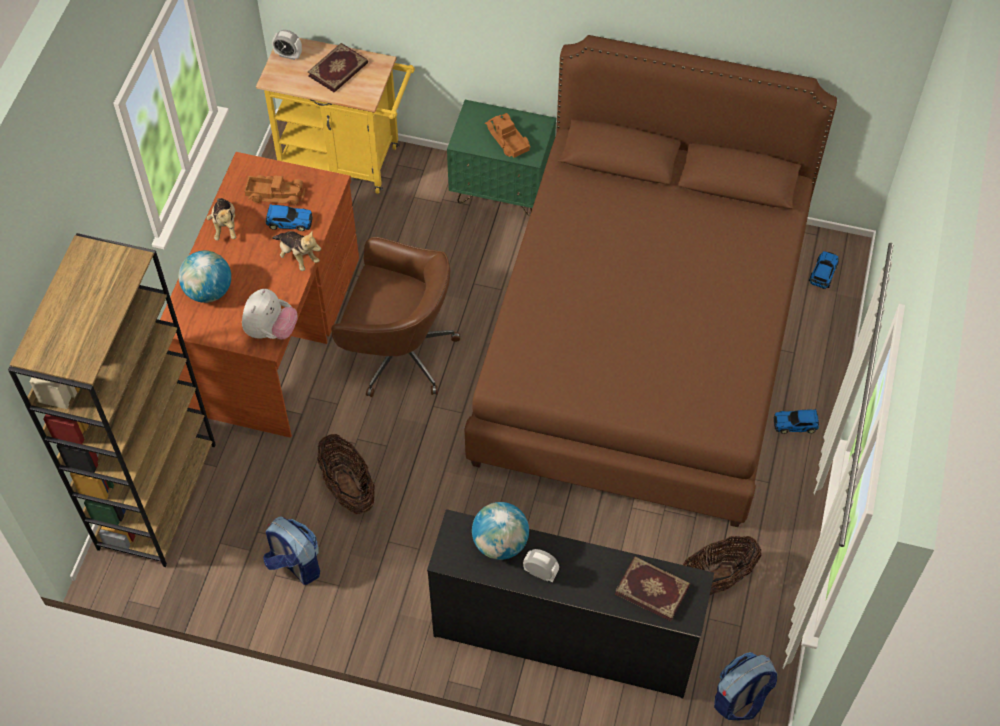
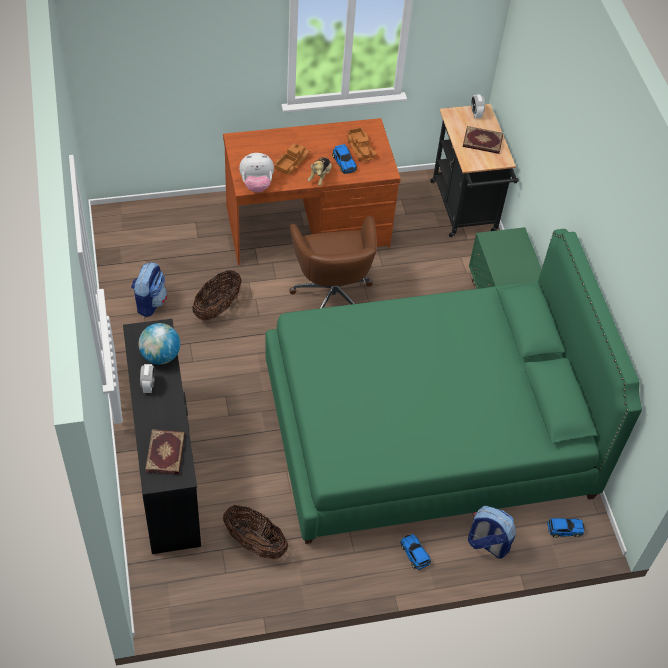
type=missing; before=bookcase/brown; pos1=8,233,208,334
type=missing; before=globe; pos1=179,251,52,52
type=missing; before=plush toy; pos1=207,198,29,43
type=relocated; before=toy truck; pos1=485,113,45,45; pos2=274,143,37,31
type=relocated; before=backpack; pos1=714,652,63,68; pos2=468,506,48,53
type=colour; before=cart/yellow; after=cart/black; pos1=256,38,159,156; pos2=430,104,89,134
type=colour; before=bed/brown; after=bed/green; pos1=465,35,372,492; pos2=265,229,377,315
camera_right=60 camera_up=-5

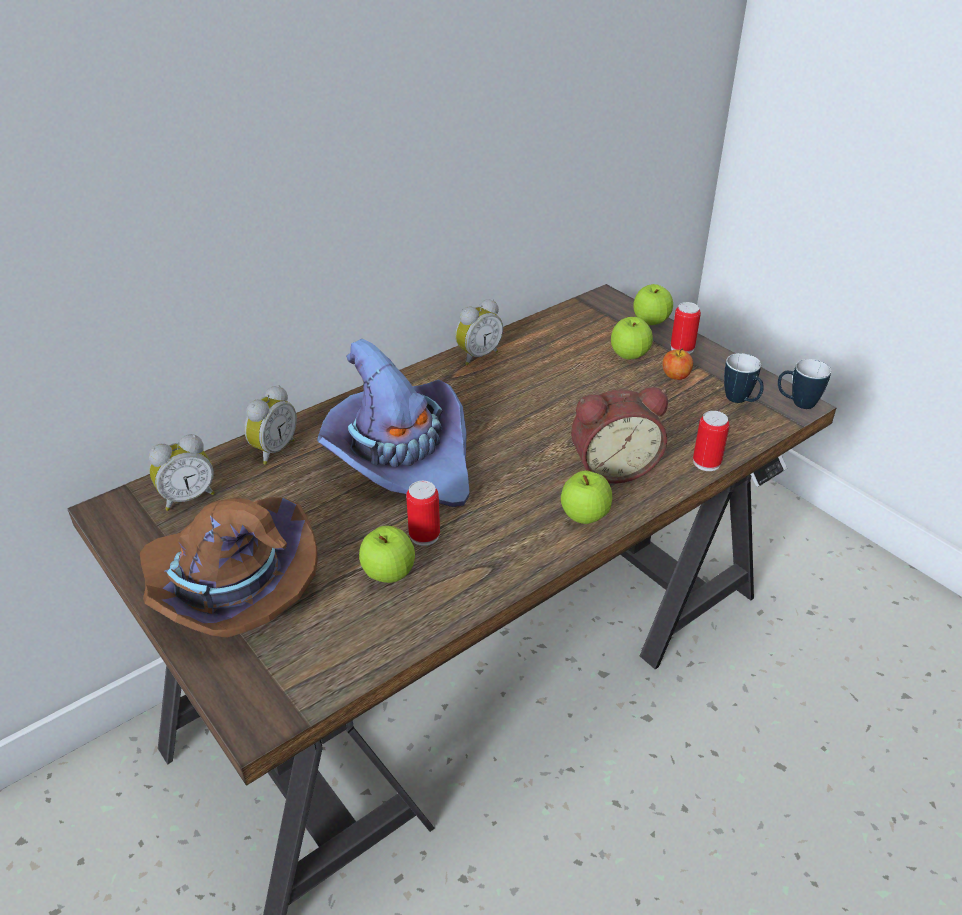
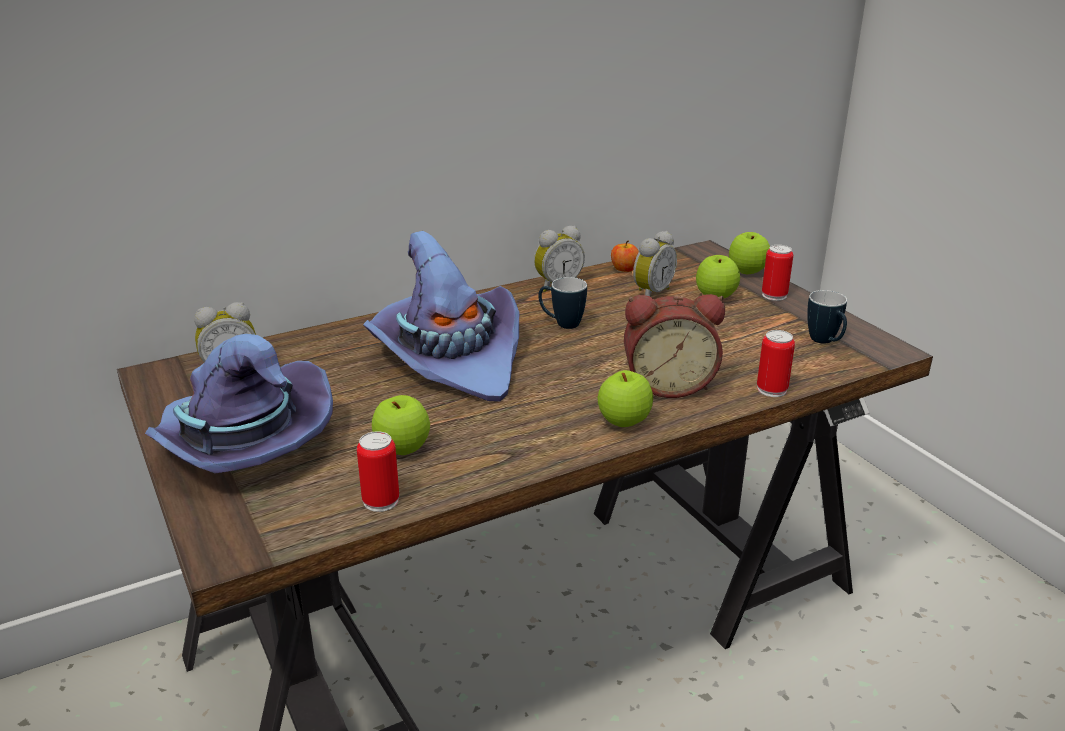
type=relocated; before=alarm clock; pos1=244,385,53,80; pos2=633,231,44,65
type=relocated; before=can; pos1=406,481,34,65; pos2=357,431,42,81
type=relocated; before=apple; pos1=662,348,31,32; pos2=611,240,28,32
type=relocated; before=mug; pos1=778,359,53,50; pos2=538,277,49,52
type=colour; before=hat/brown; after=hat/purple; pos1=140,497,178,141; pos2=145,334,188,140
camera_right=10 camera_up=-10

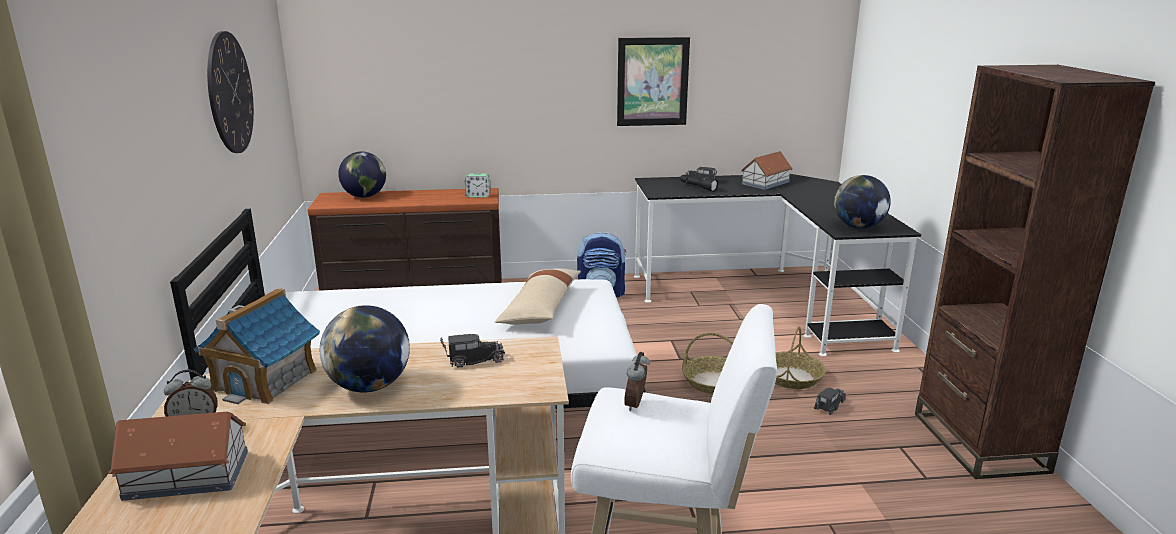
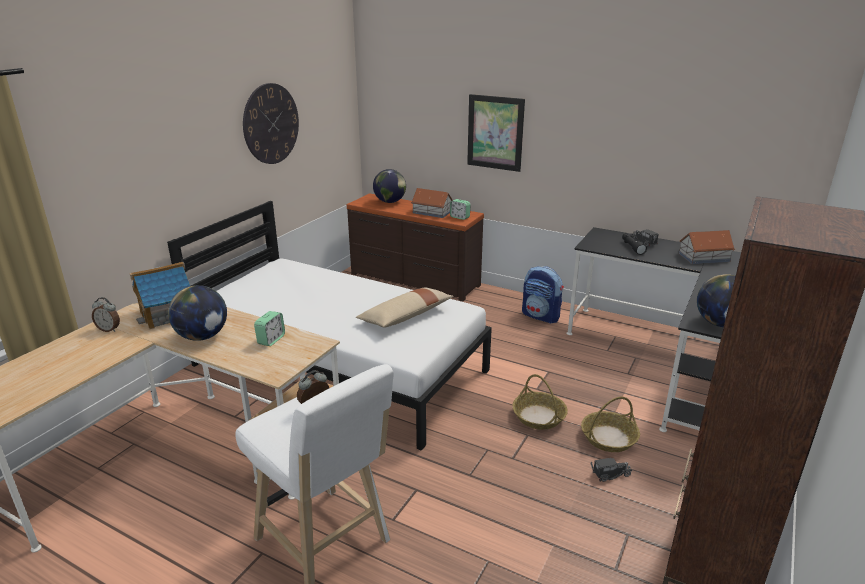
type=relocated; before=toy house; pos1=108,412,140,89; pos2=411,188,42,30
type=relocated; before=picture; pos1=617,37,73,89; pos2=467,94,58,78
type=exchanged; before=toy truck; after=alarm clock; pos1=440,334,65,34; pos2=254,311,31,35
camera_right=35 camera_up=5

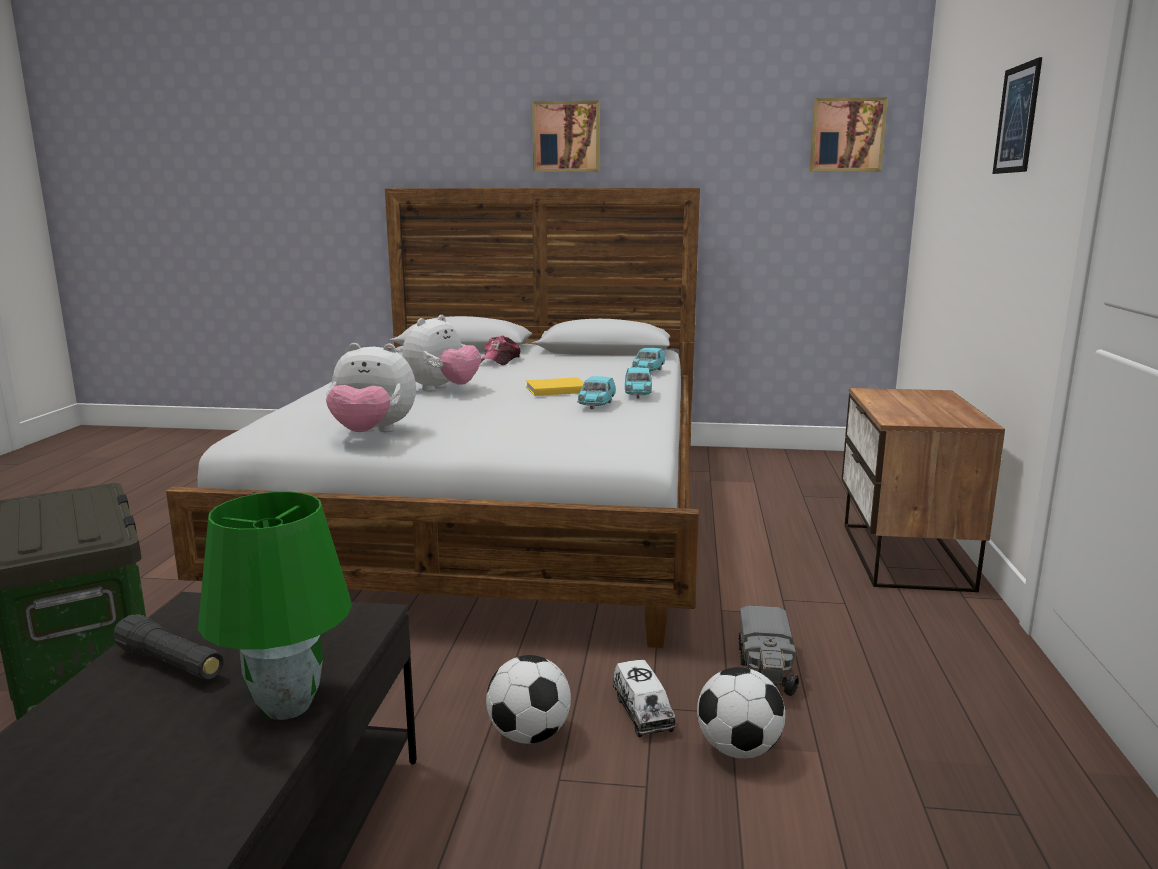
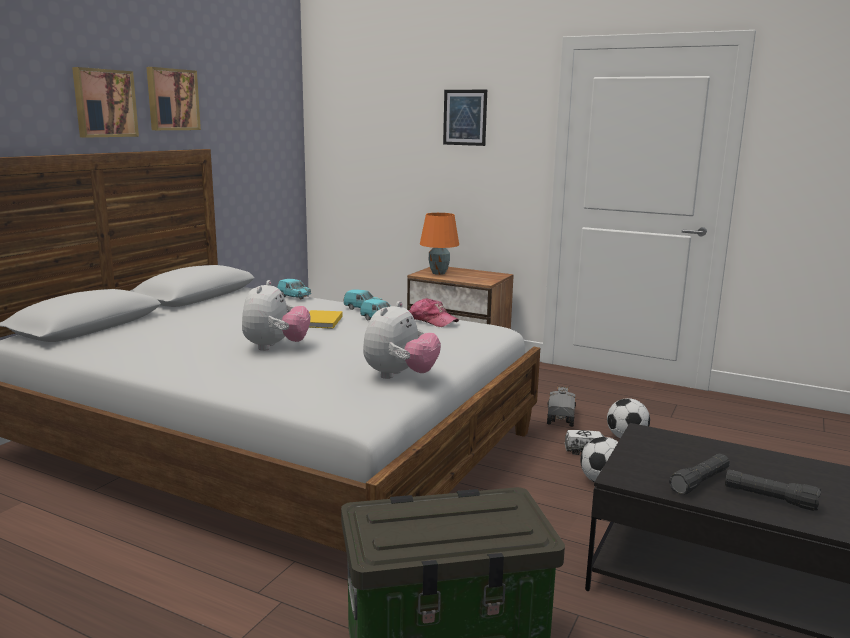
type=missing; before=table lamp/green; pos1=198,492,154,228
type=appeared; after=table lamp/orange; pos2=420,213,39,62
type=appeared; after=flashlight/black; pos2=725,470,96,41
type=relocated; before=cap; pos1=481,336,39,29; pos2=408,298,51,29
type=relocated; before=picture; pos1=809,97,79,75; pos2=146,67,55,63
type=spun; before=plush toy; pos1=402,315,79,76; pos2=242,280,68,71; turn=45
type=spun; before=toy truck; pos1=738,605,61,91; pos2=547,385,29,42; turn=-105
camera_right=-70 camera_up=0

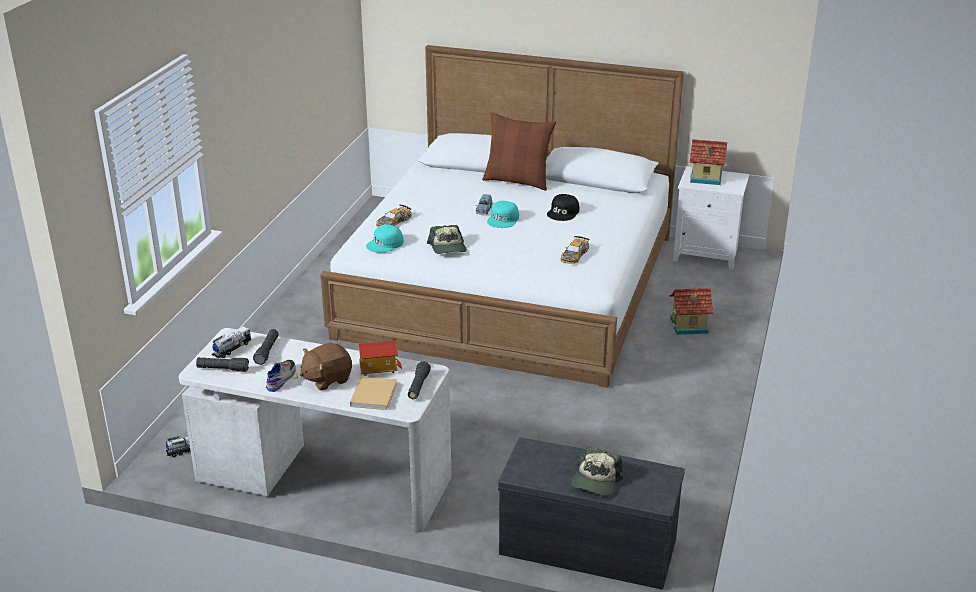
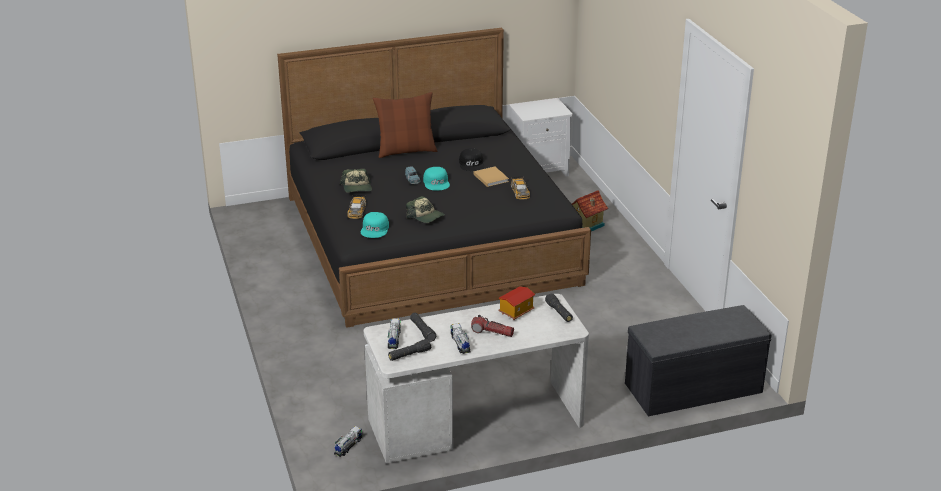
type=missing; before=toy house; pos1=690,139,37,46
type=relocated; before=book/beige; pos1=350,376,47,34; pos2=474,167,35,20
type=relocated; before=cap; pos1=572,447,51,49; pos2=340,169,32,24
type=exchanged; before=shoe; after=toy truck; pos1=266,360,32,32; pos2=450,323,21,31
type=exchanged; before=plush toy/brown; after=flashlight; pos1=300,342,52,49; pos2=471,315,43,22
type=colour; before=bed/white; after=bed/black; pos1=320,45,364,343; pos2=277,28,314,300
camera_right=-35 camera_up=0

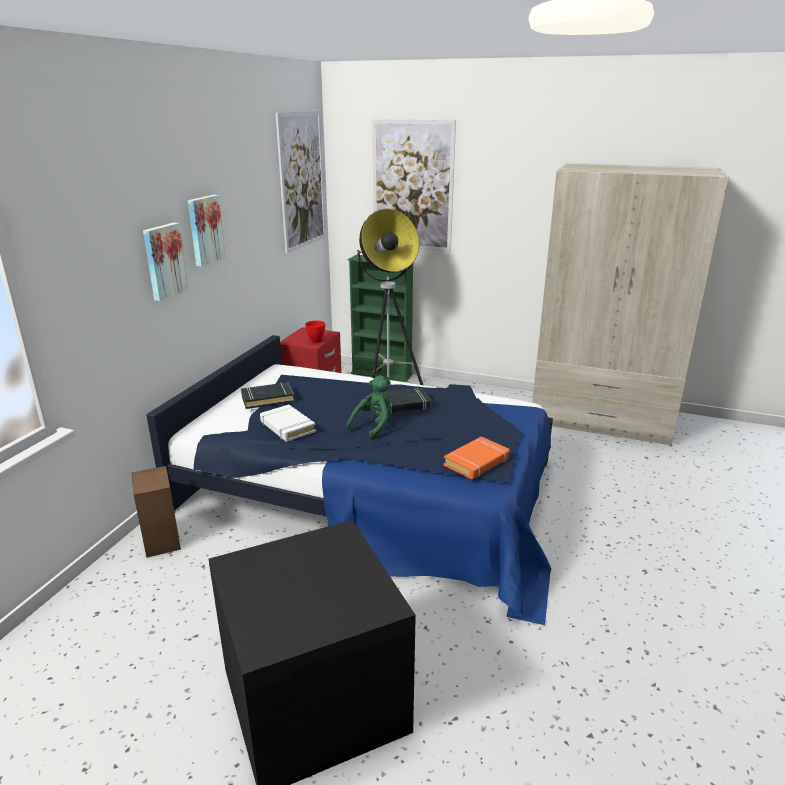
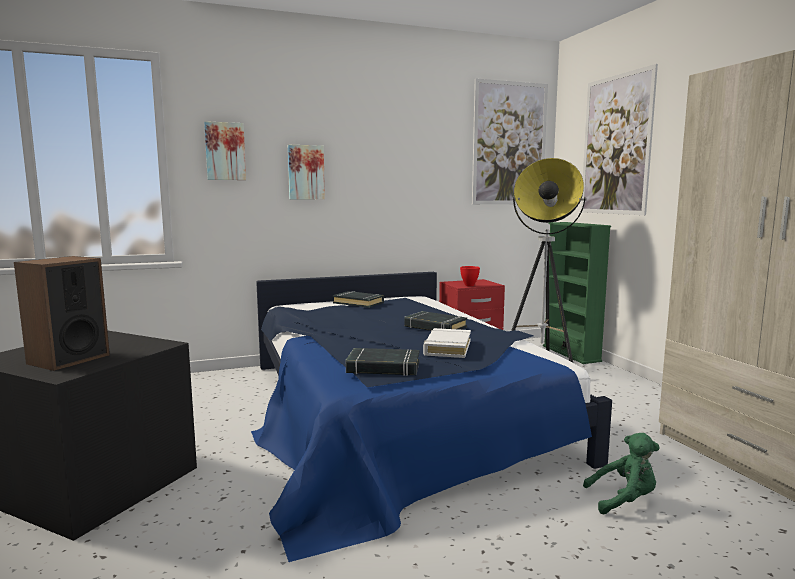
type=relocated; before=speaker; pos1=132,466,49,92; pos2=14,256,96,115
type=relocated; before=picture; pos1=188,195,38,72; pos2=204,121,42,59
type=relocated; before=book/white; pos1=260,404,56,38; pos2=423,328,48,30
type=relocated; before=plush toy/green; pos1=346,375,46,65; pos2=583,433,77,81
type=colour; before=book/orange; after=book/black; pos1=444,436,66,44; pos2=346,348,74,28
camera_right=50 camera_up=-15

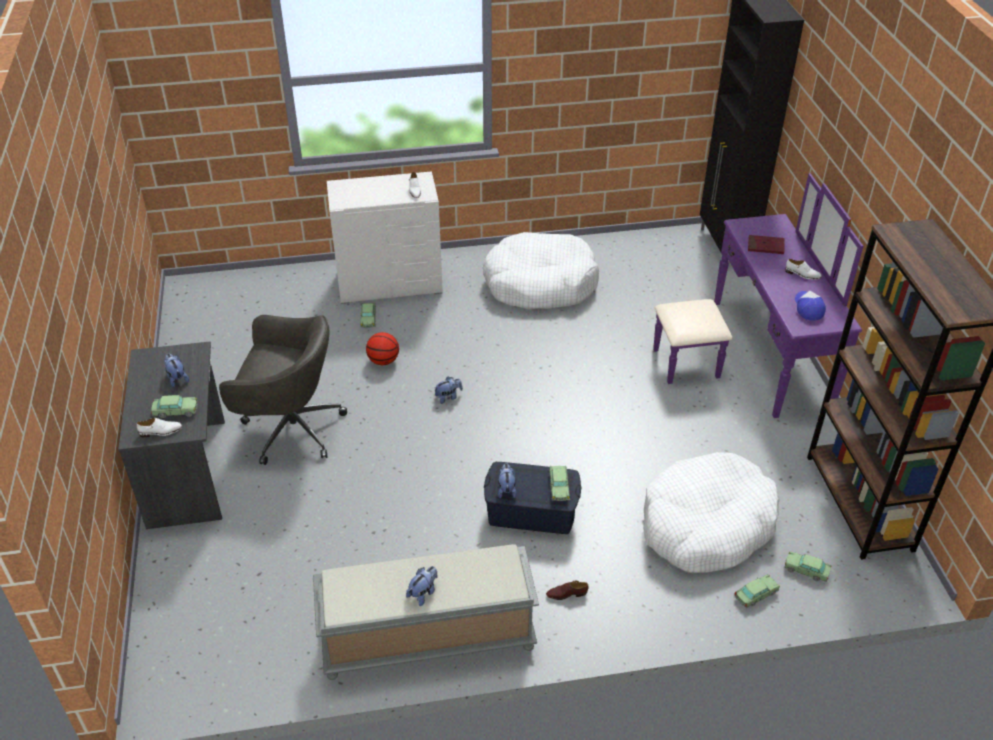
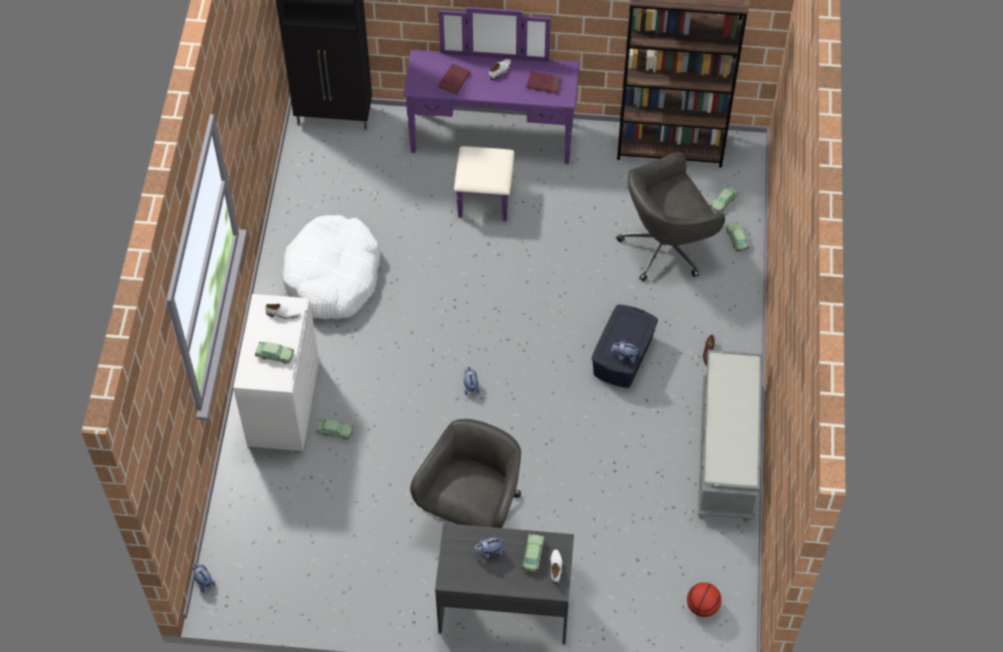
type=relocated; before=basketball; pos1=366,332,33,33; pos2=687,582,35,35
type=relocated; before=plush toy; pos1=406,566,31,40; pos2=192,563,23,30
type=relocated; before=toy car; pos1=549,466,21,35; pos2=255,342,39,22
type=exchanged; before=dog bed/white; after=office chair/grey; pos1=643,452,137,121; pos2=616,152,109,130
type=exchanged; before=cap; after=book/red; pos1=795,291,31,30; pos2=526,71,35,23
camera_right=-75 camera_up=15

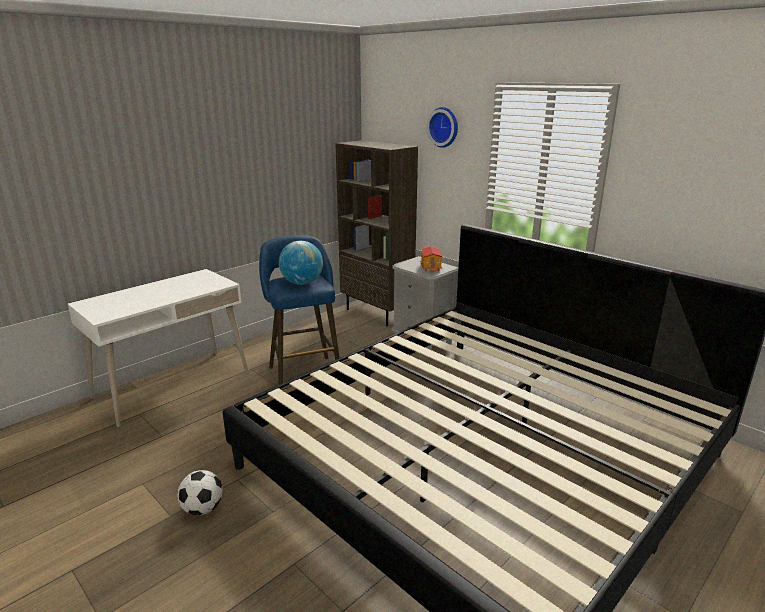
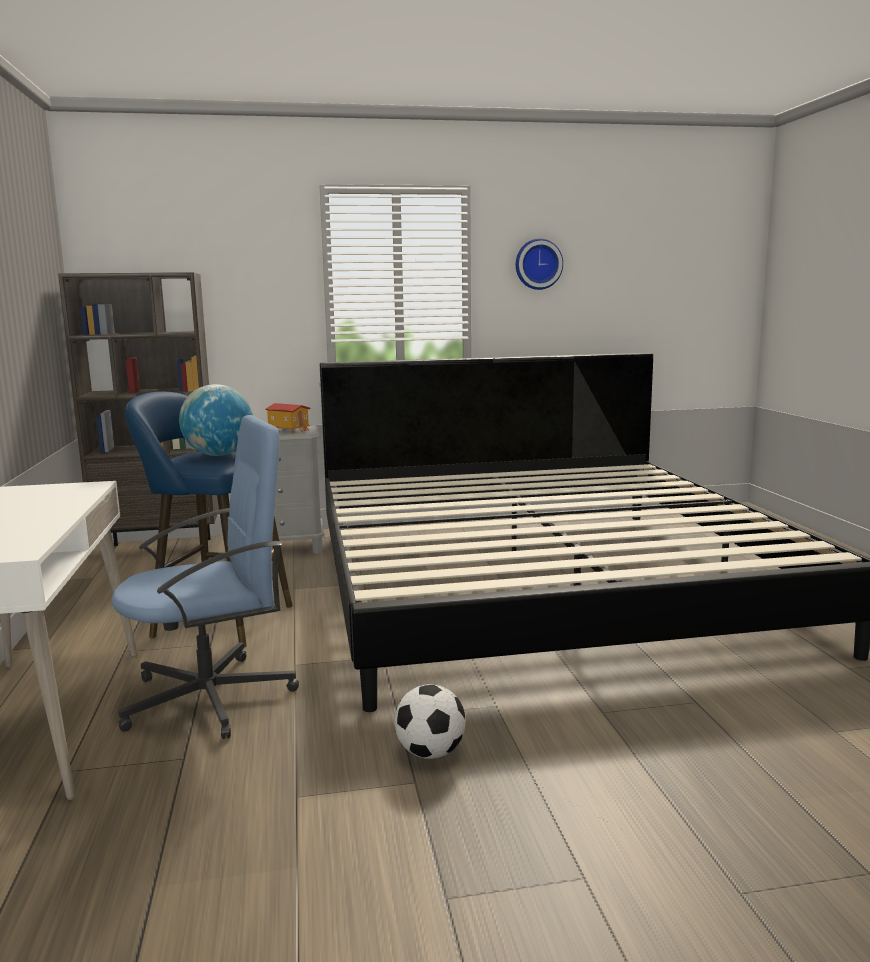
type=appeared; after=office chair/blue; pos2=111,415,188,324
type=relocated; before=wall clock; pos1=427,107,31,41; pos2=516,238,47,52
camera_right=-55 camera_up=-10

